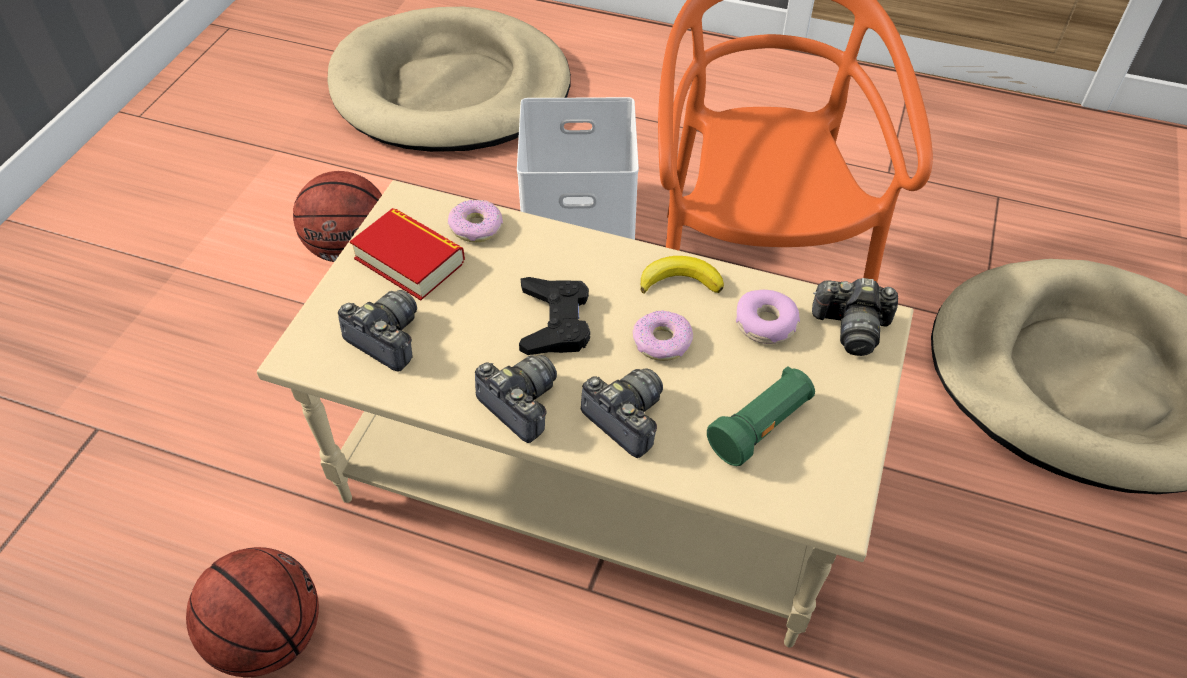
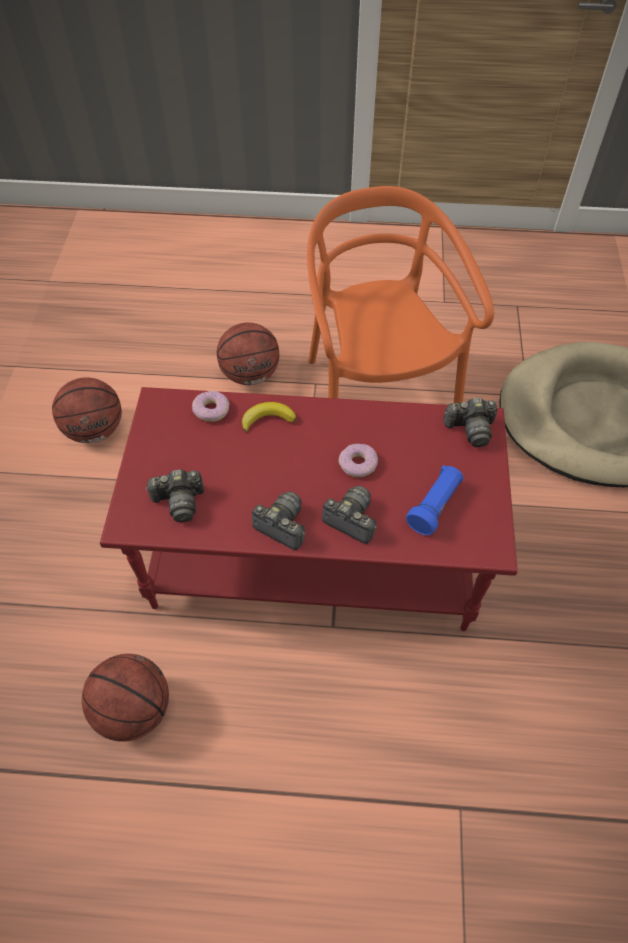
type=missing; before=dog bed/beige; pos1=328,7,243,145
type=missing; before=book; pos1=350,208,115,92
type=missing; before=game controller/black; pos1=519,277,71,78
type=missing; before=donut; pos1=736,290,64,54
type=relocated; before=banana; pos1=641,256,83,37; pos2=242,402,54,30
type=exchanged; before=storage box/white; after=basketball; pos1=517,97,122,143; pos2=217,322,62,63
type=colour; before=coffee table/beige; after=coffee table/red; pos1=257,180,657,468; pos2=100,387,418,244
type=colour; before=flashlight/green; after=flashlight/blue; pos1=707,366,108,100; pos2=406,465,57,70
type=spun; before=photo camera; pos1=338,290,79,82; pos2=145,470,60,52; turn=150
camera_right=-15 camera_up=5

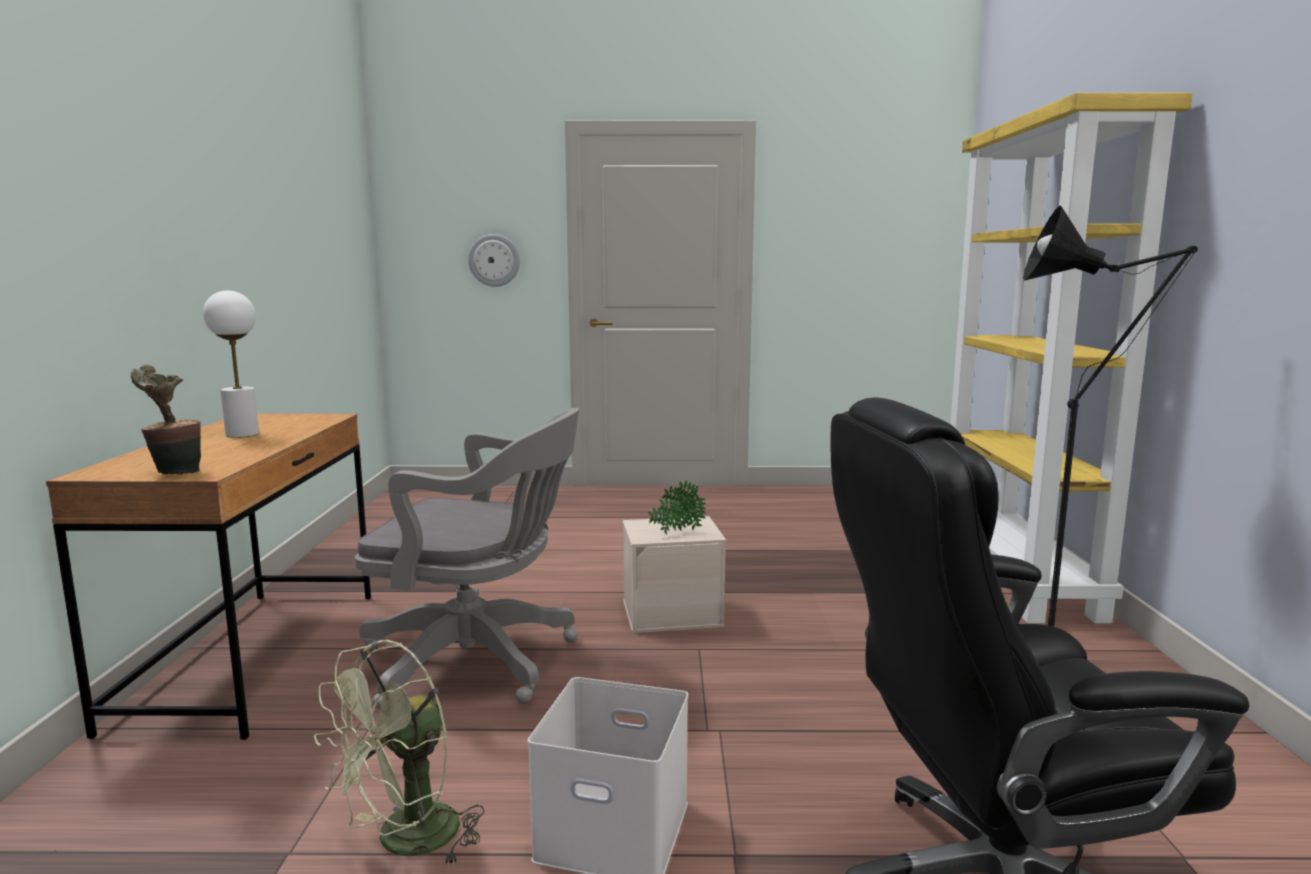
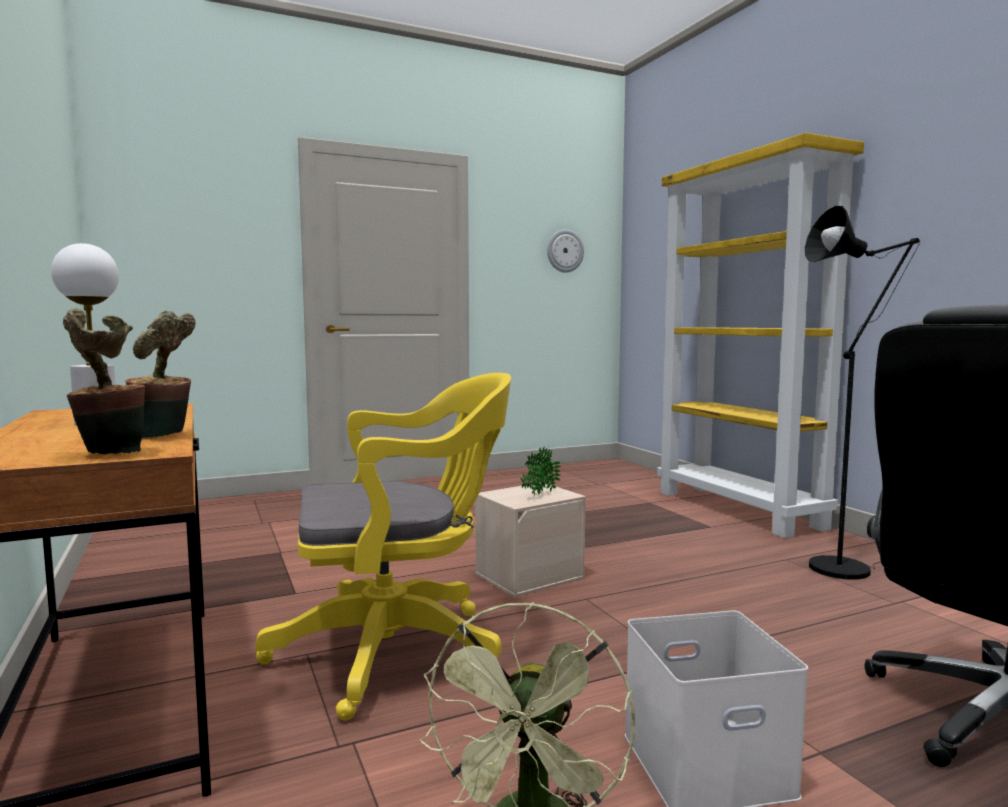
type=appeared; after=potted plant; pos2=125,311,70,127
type=relocated; before=wall clock; pos1=468,234,52,53; pos2=547,229,37,44
type=colour; before=office chair/grey; after=office chair/yellow; pos1=355,408,224,302; pos2=256,373,255,347
camera_right=-25 camera_up=-5

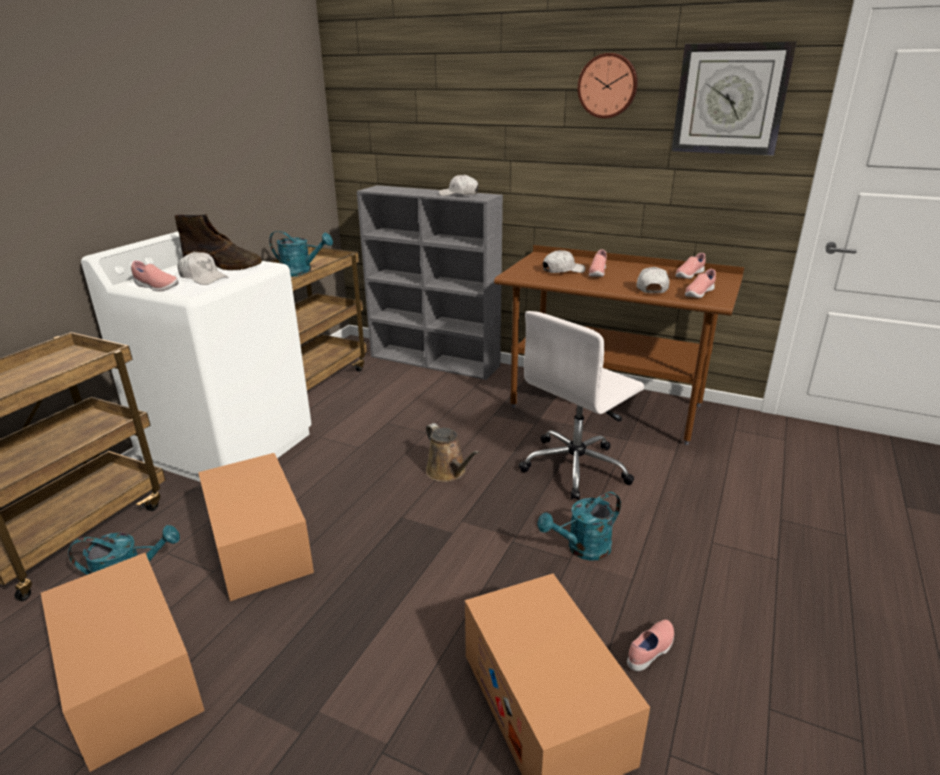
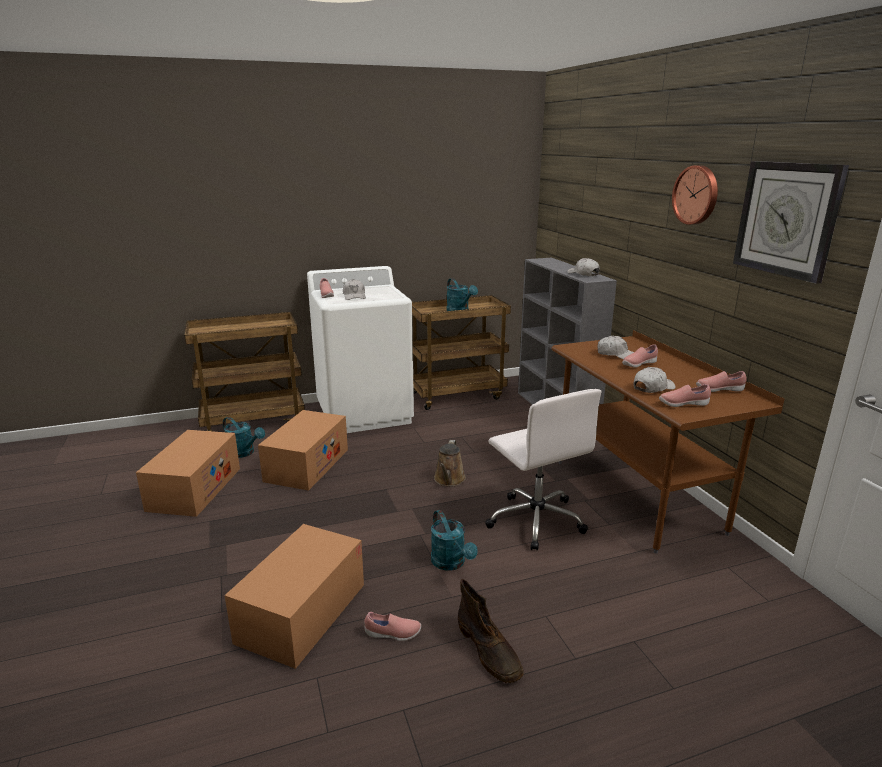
type=relocated; before=boot/brown; pos1=175,214,87,57; pos2=458,579,66,104
type=spun; before=office chair/white; pos1=519,311,125,189; pos2=485,389,117,161; turn=-120
type=spun; before=watering can/turquoise; pos1=537,492,84,69; pos2=431,510,47,61; turn=-135
camera_right=45 camera_up=-5

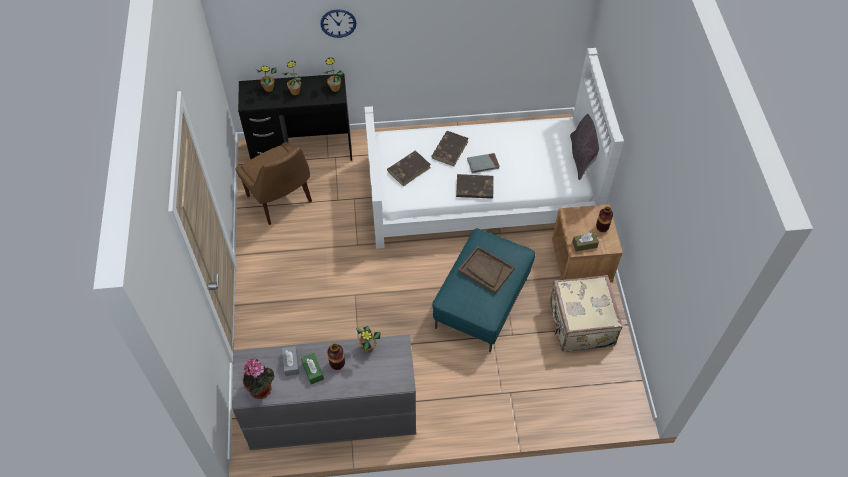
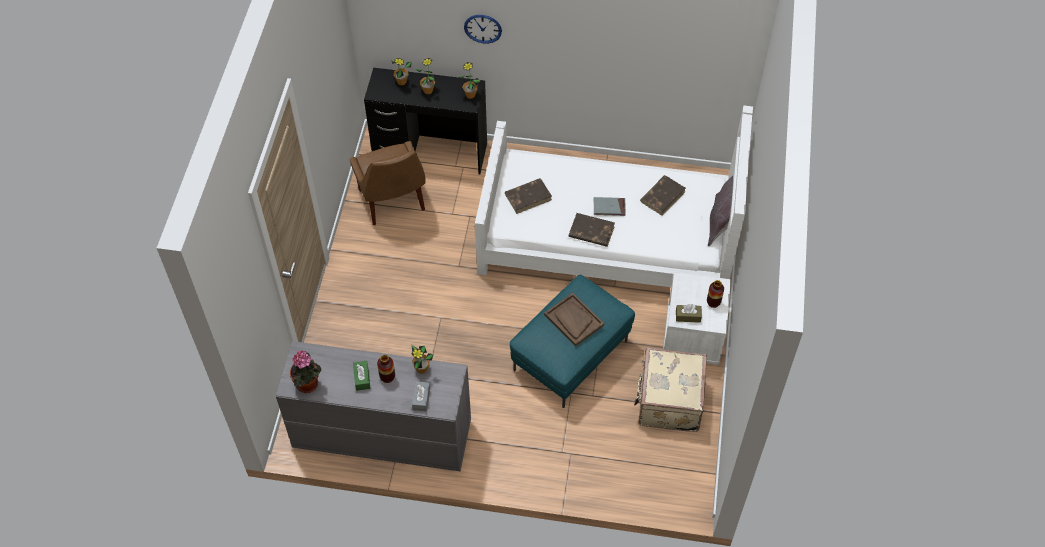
type=relocated; before=tissue box/grey; pos1=282,346,17,30; pos2=412,381,18,30
type=relocated; before=book/brown; pos1=431,131,38,35; pos2=640,175,46,41
type=colour; before=nightstand/brown; after=nightstand/white; pos1=552,204,71,78; pos2=663,272,68,93
camera_right=15 camera_up=0

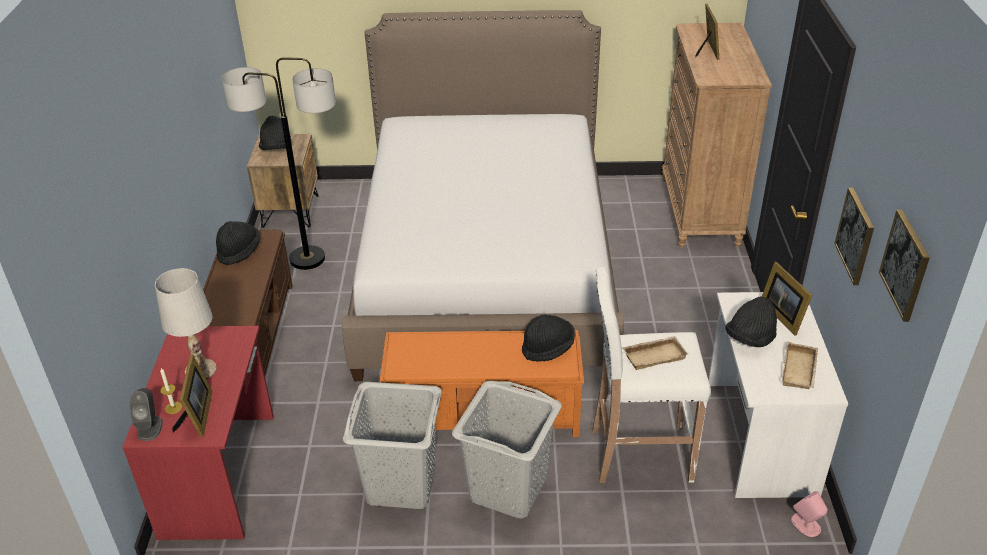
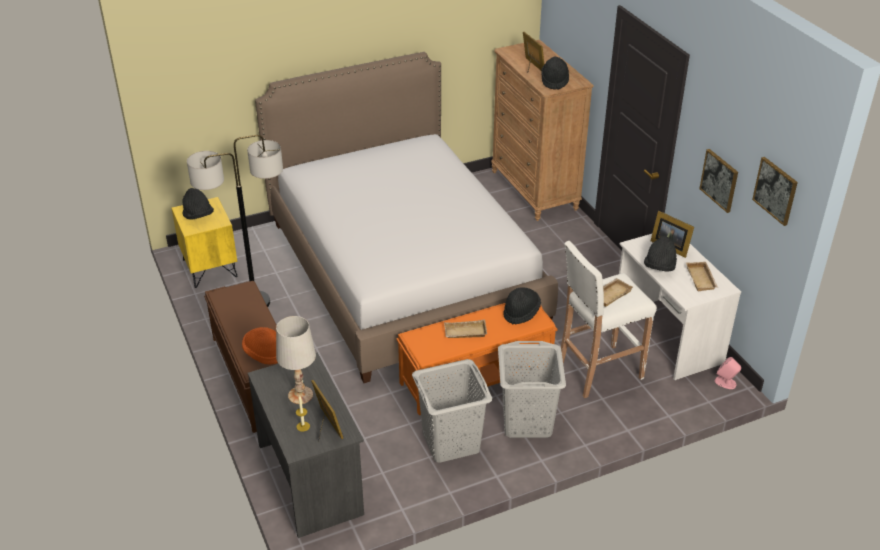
type=missing; before=speaker/grey; pos1=129,388,34,53
type=appeared; after=hat/orange; pos2=242,327,35,38
type=appeared; after=tray/beige; pos2=444,320,43,18
type=relocated; before=hat/black; pos1=216,221,44,44; pos2=541,57,28,33
type=colour; before=desk/red; after=desk/grey; pos1=122,326,152,214; pos2=248,353,116,185
type=colour; before=nightstand/brown; after=nightstand/yellow; pos1=247,134,72,94; pos2=171,197,67,91
camera_right=-25 camera_up=0

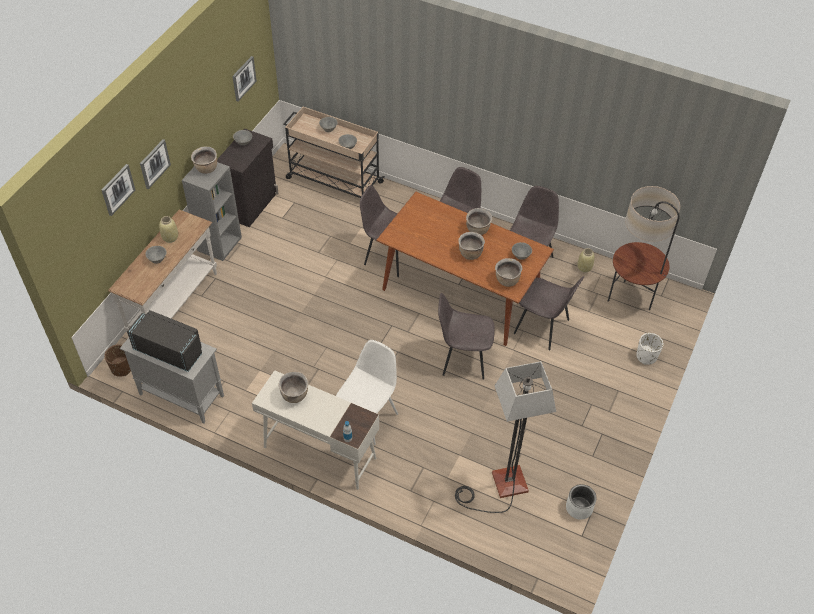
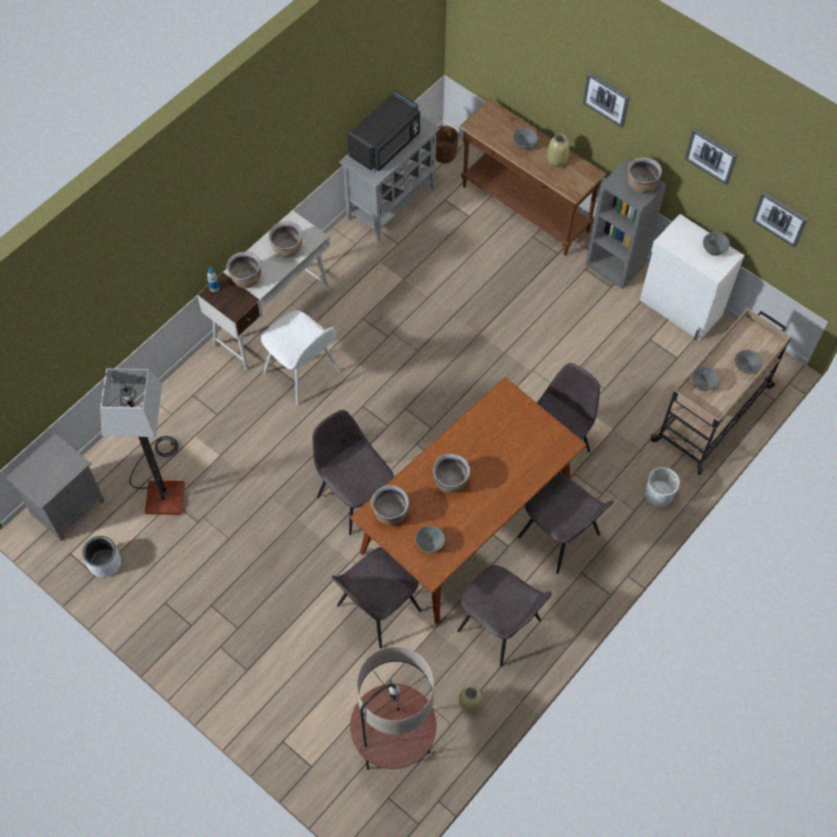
type=appeared; after=nightstand/grey; pos2=6,433,99,108
type=relocated; before=picture; pos1=102,164,33,52; pos2=685,128,53,57
type=relocated; before=cooking pot/brown; pos1=466,208,26,27; pos2=226,252,35,36
type=relocated; before=planter/white; pos1=636,333,27,32; pos2=645,467,35,40
type=colour; before=console table/white; after=console table/brown; pos1=108,210,109,124; pos2=458,99,148,157
type=colour; before=cabinet/black; after=cabinet/white; pos1=217,129,62,98; pos2=640,214,104,126
type=spun; before=chair/grey; pos1=438,293,57,86; pos2=313,410,81,125; turn=-60
camera_right=105 camera_up=10

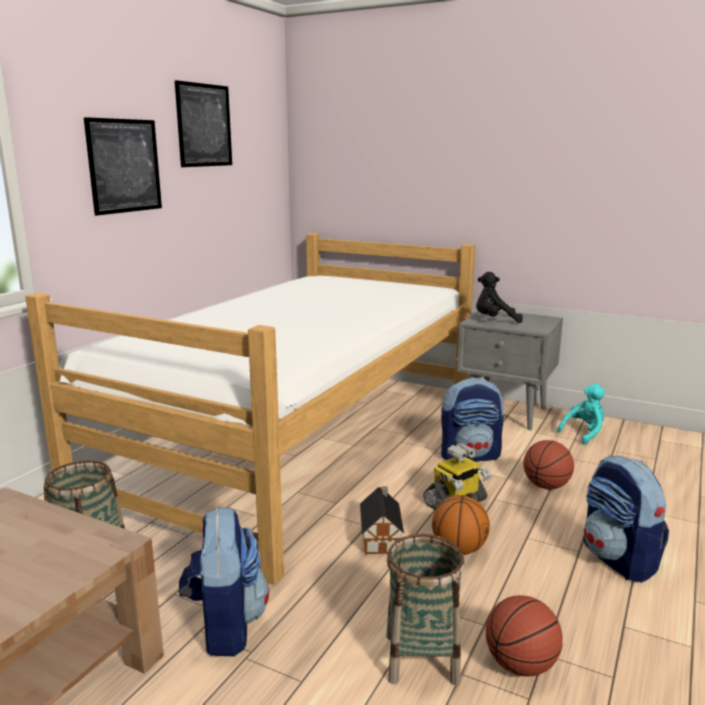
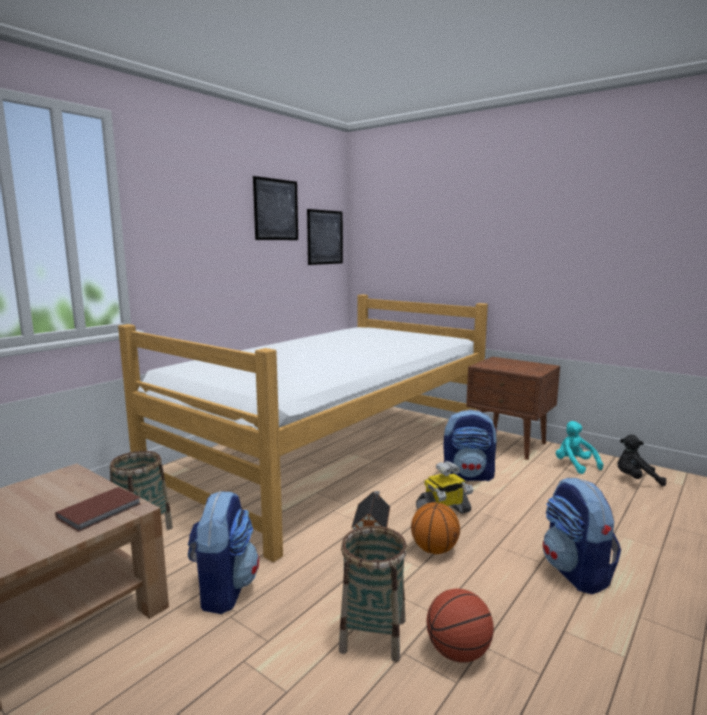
type=missing; before=basketball; pos1=524,440,50,49
type=appeared; after=book/brown; pos2=55,487,86,45
type=relocated; before=picture; pos1=84,117,78,99; pos2=307,209,36,56
type=relocated; before=plush toy/black; pos1=476,272,47,51; pos2=618,435,48,51
type=colour; before=nightstand/grey; after=nightstand/brown; pos1=457,311,106,120; pos2=466,356,94,104
type=spun; before=plush toy/turquoise; pos1=557,384,48,61; pos2=556,421,47,53; turn=-90
camera_right=10 camera_up=-5

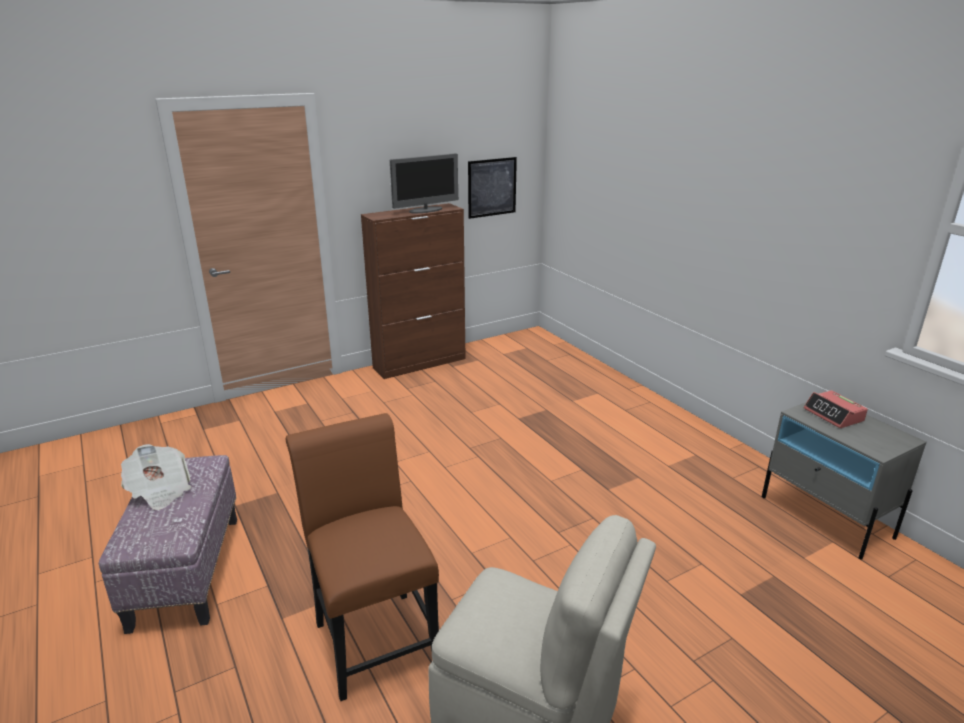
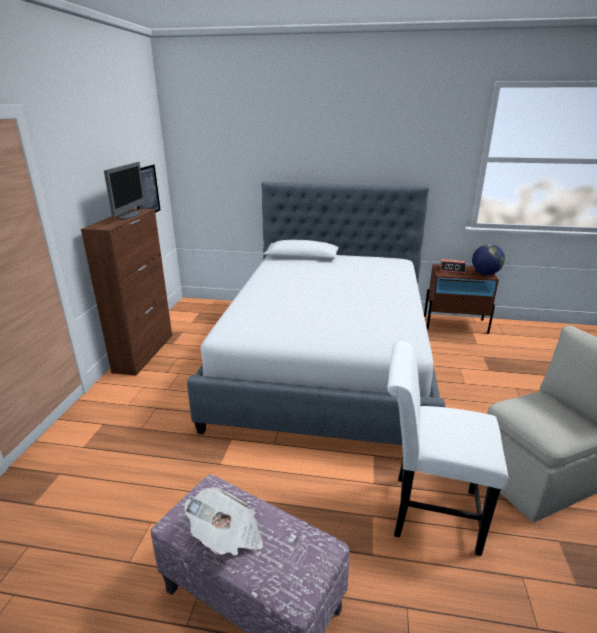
type=appeared; after=bed; pos2=187,181,258,264
type=appeared; after=globe; pos2=472,244,33,31
type=colour; before=chair/brown; after=chair/white; pos1=286,413,153,288; pos2=387,341,121,215
type=colour; before=nightstand/grey; after=nightstand/brown; pos1=762,402,165,158; pos2=424,264,75,70
camera_right=-50 camera_up=0

